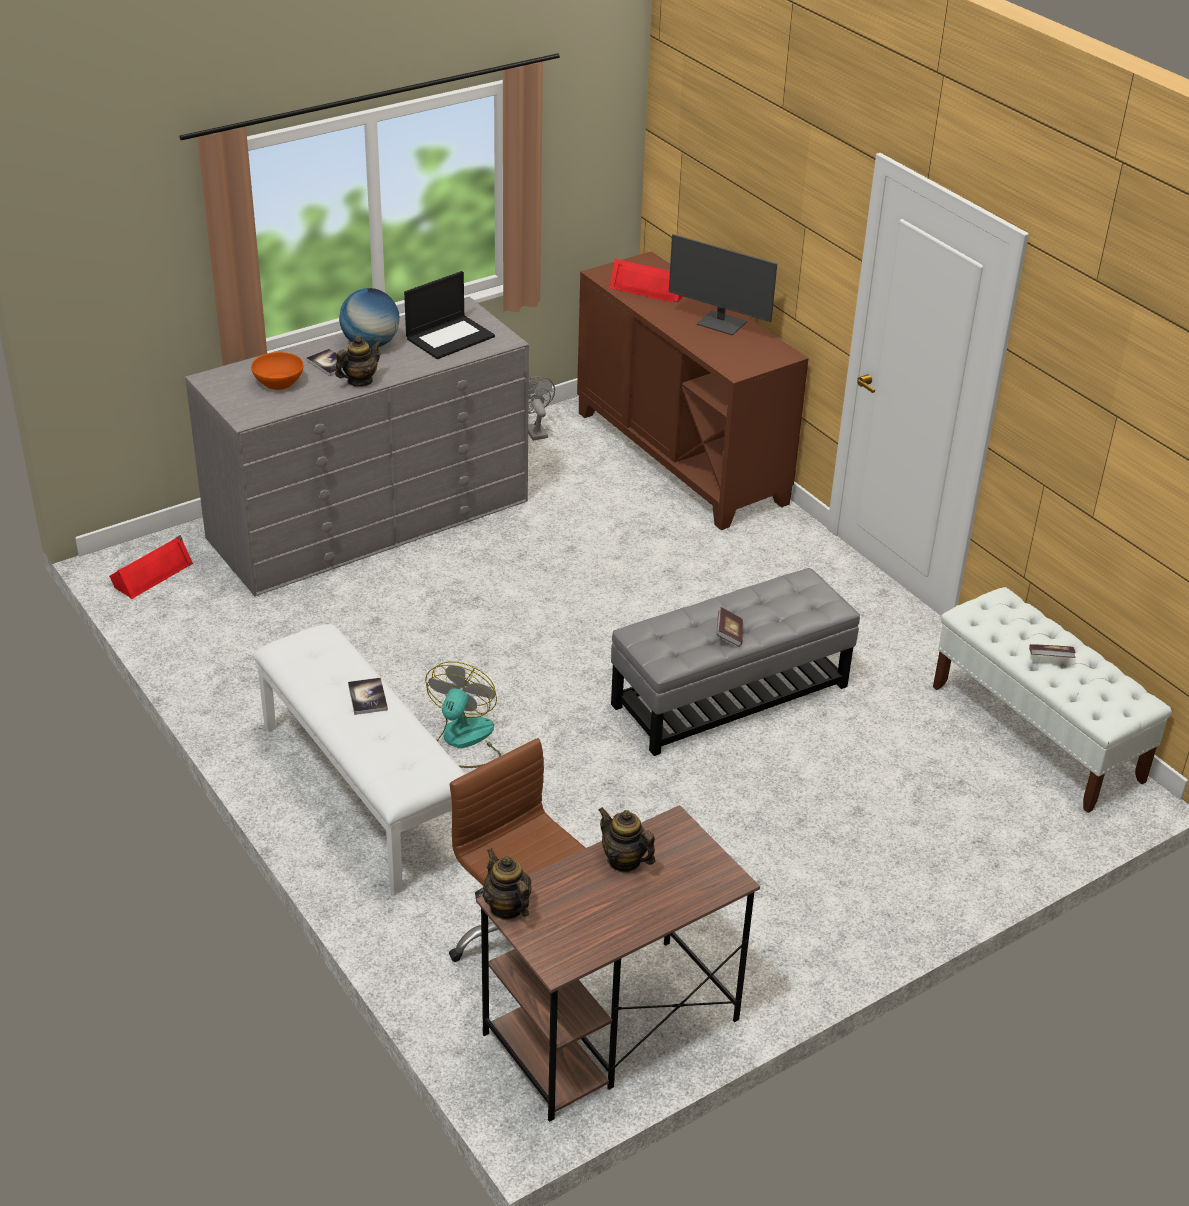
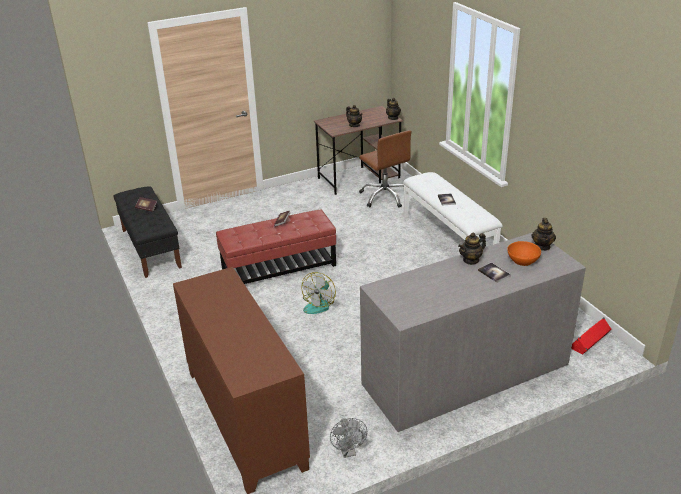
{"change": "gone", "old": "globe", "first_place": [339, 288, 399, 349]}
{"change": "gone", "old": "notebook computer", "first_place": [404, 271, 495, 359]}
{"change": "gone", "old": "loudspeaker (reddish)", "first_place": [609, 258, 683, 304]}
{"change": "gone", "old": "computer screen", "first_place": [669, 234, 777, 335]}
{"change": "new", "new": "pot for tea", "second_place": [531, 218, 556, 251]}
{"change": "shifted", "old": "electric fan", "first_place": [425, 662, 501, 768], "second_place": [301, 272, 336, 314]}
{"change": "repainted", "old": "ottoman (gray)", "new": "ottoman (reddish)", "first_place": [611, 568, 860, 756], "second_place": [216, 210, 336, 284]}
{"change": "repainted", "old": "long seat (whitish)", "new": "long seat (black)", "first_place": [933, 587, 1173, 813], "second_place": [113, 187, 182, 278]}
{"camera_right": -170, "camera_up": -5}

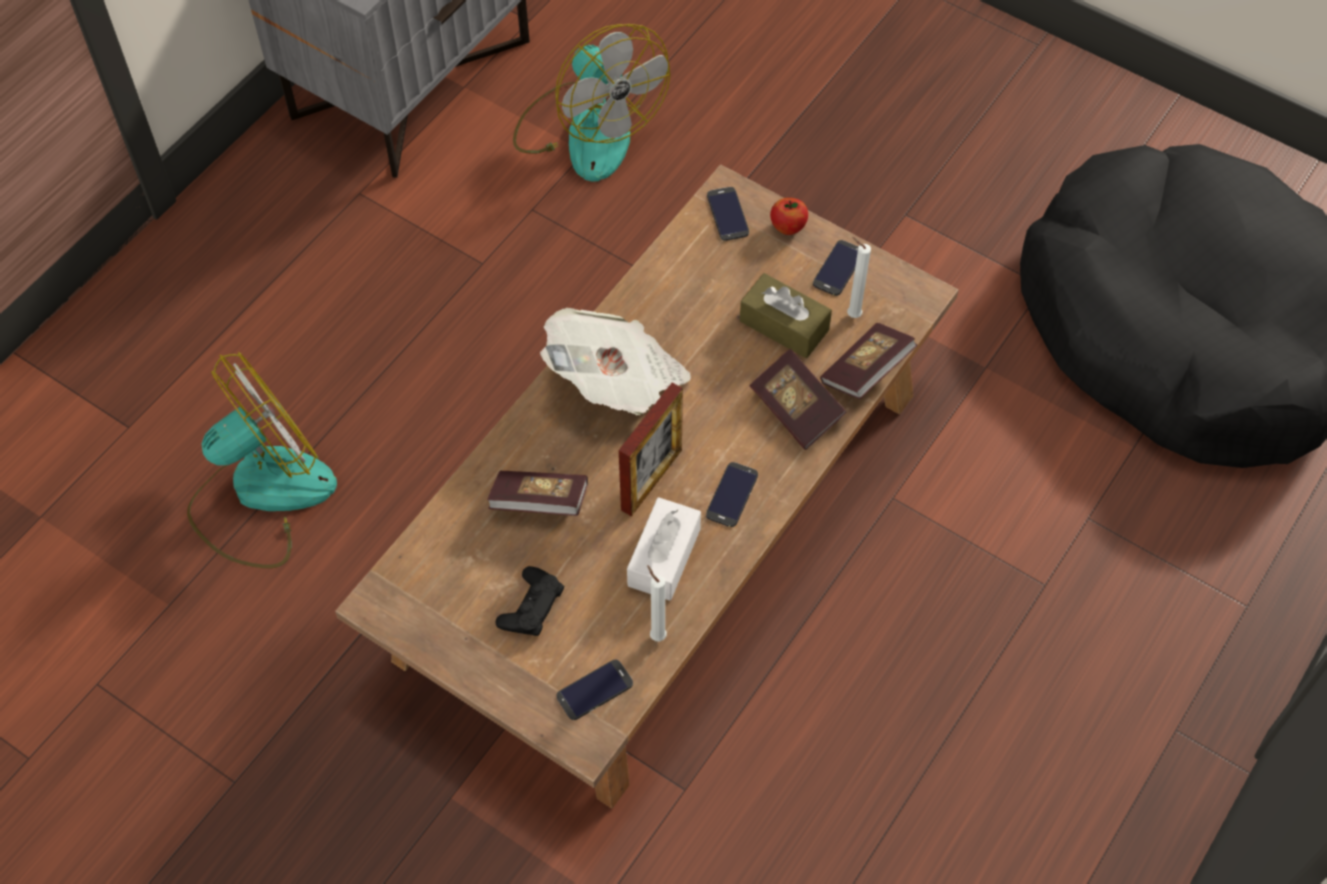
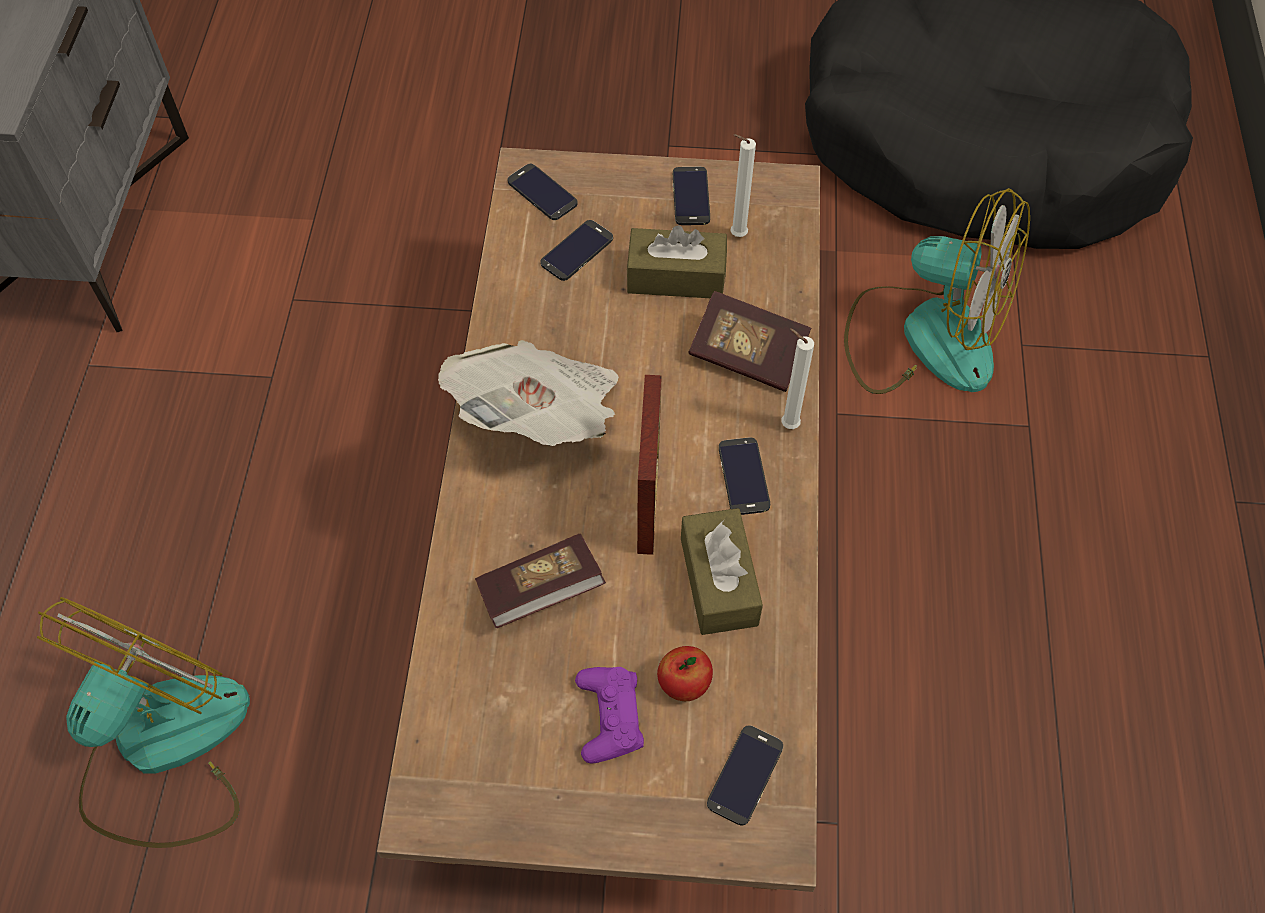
{"change": "gone", "old": "bound book", "first_place": [820, 323, 917, 399]}
{"change": "new", "new": "handset", "second_place": [540, 220, 613, 281]}
{"change": "shifted", "old": "electric fan", "first_place": [513, 24, 670, 182], "second_place": [844, 188, 1030, 394]}
{"change": "shifted", "old": "wax candle (whitish)", "first_place": [647, 565, 667, 642], "second_place": [781, 329, 814, 429]}
{"change": "shifted", "old": "apple fruit", "first_place": [770, 198, 808, 235], "second_place": [657, 646, 713, 701]}
{"change": "repainted", "old": "gamepad (black)", "new": "gamepad (purple)", "first_place": [496, 566, 564, 636], "second_place": [575, 667, 644, 763]}
{"change": "repainted", "old": "box of tissues (whitish)", "new": "box of tissues (brown-coloured)", "first_place": [627, 497, 701, 601], "second_place": [681, 508, 763, 635]}
{"camera_right": -30, "camera_up": 0}

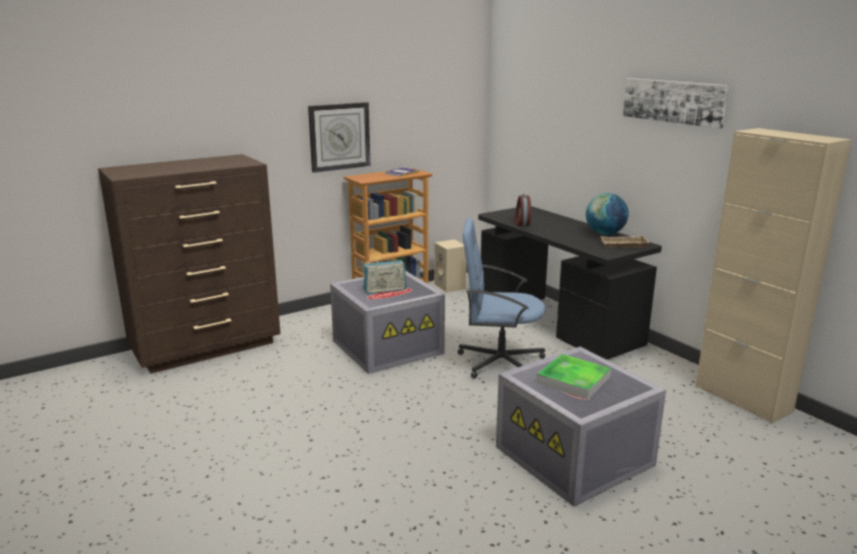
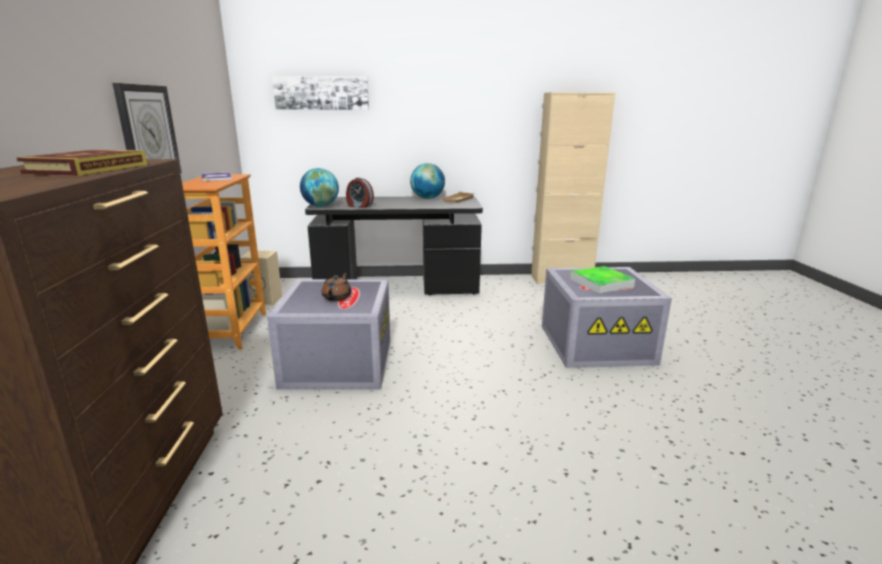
{"change": "gone", "old": "desk chair (bluish)", "first_place": [458, 218, 546, 379]}
{"change": "new", "new": "bound book", "second_place": [16, 150, 147, 176]}
{"change": "new", "new": "globe", "second_place": [300, 168, 339, 207]}
{"change": "shifted", "old": "picture", "first_place": [623, 78, 729, 129], "second_place": [272, 76, 369, 110]}
{"change": "swapped", "old": "radio set", "new": "pot for tea (brown-coloured)", "first_place": [363, 259, 407, 294], "second_place": [322, 273, 352, 301]}
{"camera_right": -60, "camera_up": 0}

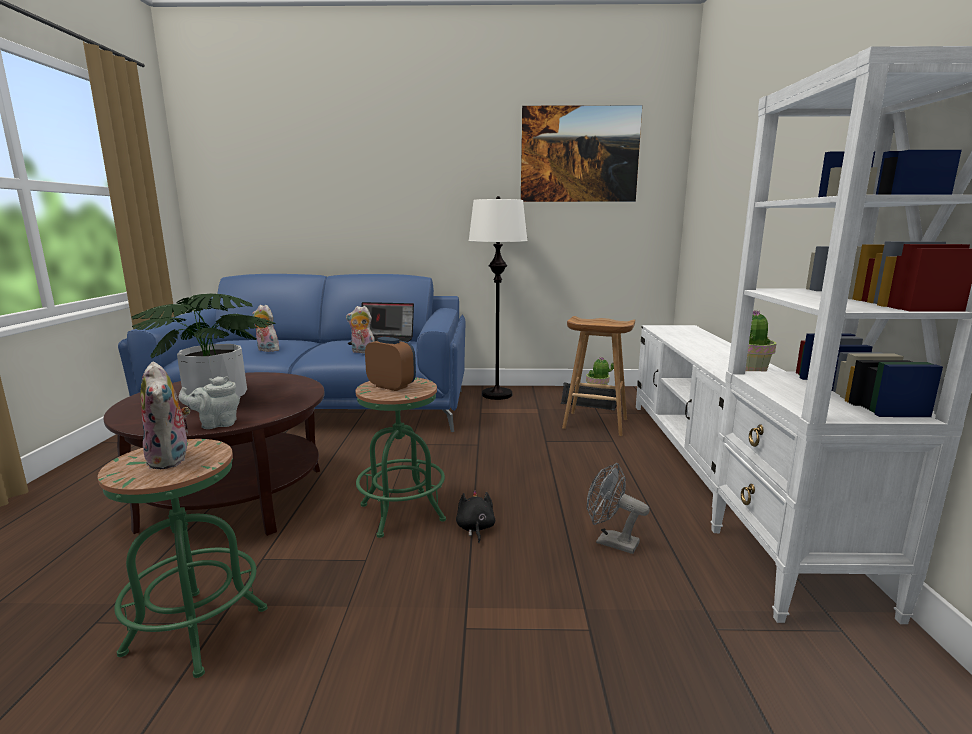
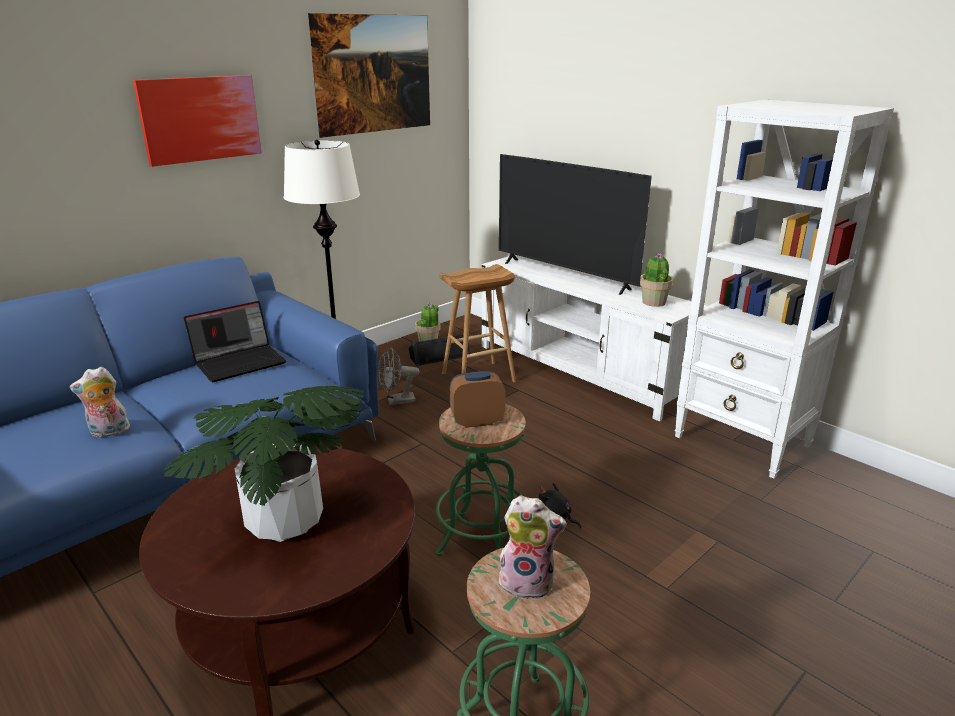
{"change": "gone", "old": "pot for tea (gray)", "first_place": [178, 376, 240, 429]}
{"change": "gone", "old": "plush toy", "first_place": [346, 306, 375, 353]}
{"change": "new", "new": "picture", "second_place": [133, 75, 262, 167]}
{"change": "new", "new": "television", "second_place": [499, 154, 652, 295]}
{"change": "shifted", "old": "electric fan (gray)", "first_place": [587, 463, 650, 554], "second_place": [378, 347, 420, 405]}
{"camera_right": -45, "camera_up": 10}

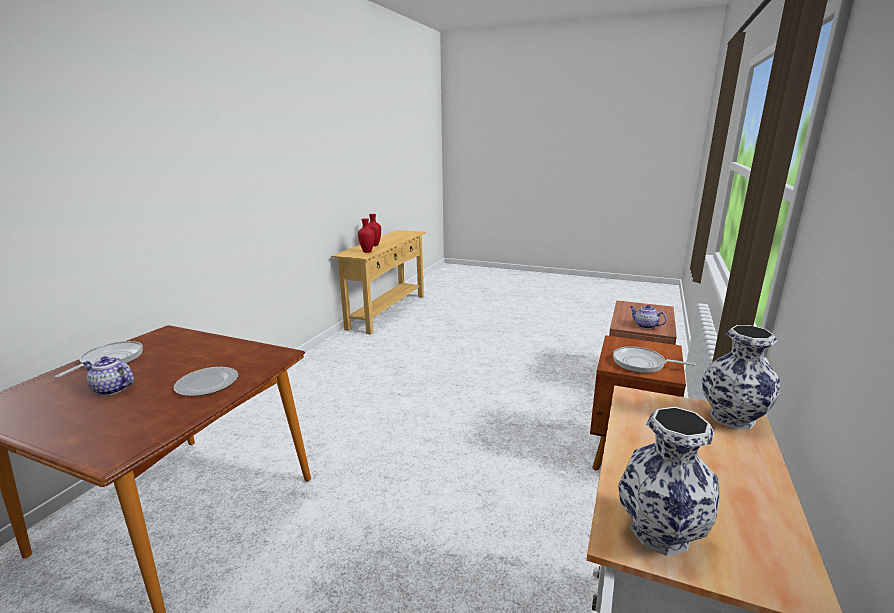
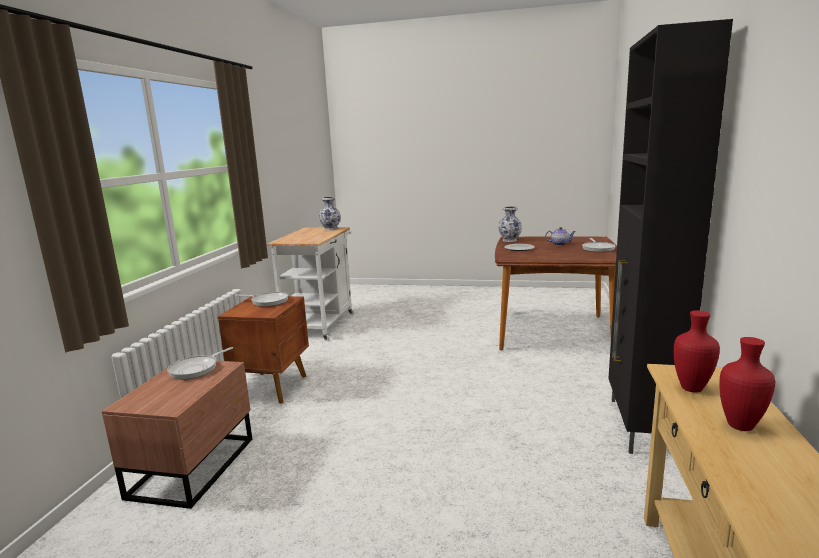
{"change": "new", "new": "cupboard (black)", "second_place": [608, 19, 733, 454]}
{"change": "shifted", "old": "decorative vase", "first_place": [702, 325, 780, 430], "second_place": [498, 206, 522, 242]}
{"change": "swapped", "old": "pot for tea", "new": "skillet", "first_place": [630, 305, 667, 329], "second_place": [167, 347, 233, 379]}
{"camera_right": 170, "camera_up": -5}

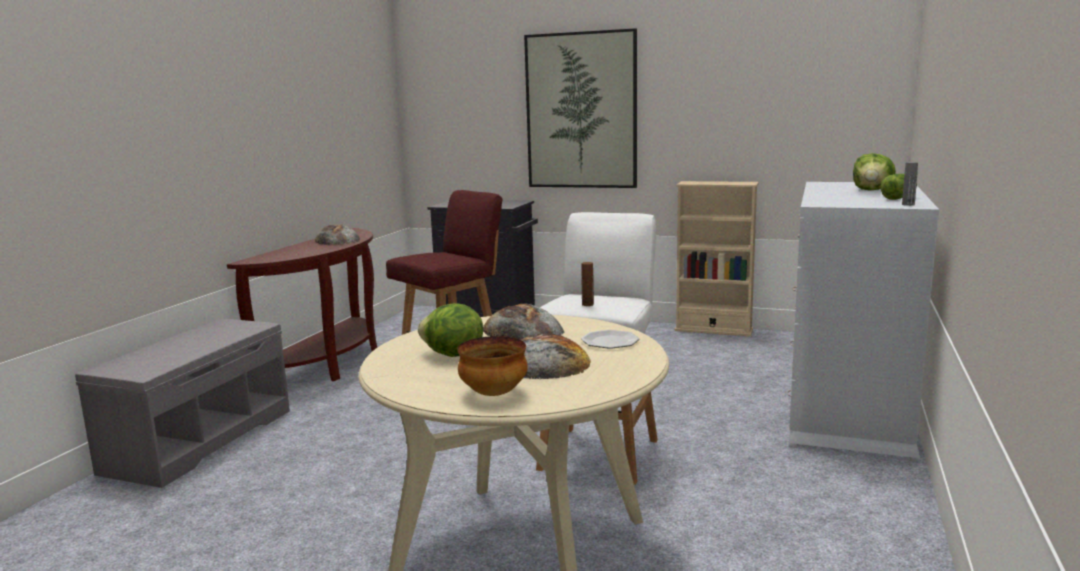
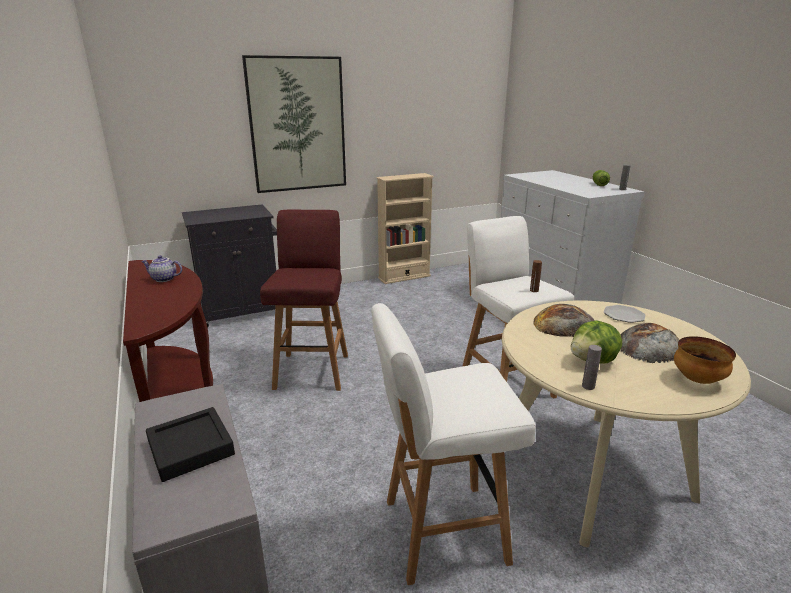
{"change": "gone", "old": "lettuce head", "first_place": [853, 153, 896, 191]}
{"change": "new", "new": "carrying tray (black)", "second_place": [146, 407, 235, 482]}
{"change": "new", "new": "stool seat (whitish)", "second_place": [371, 303, 536, 585]}
{"change": "new", "new": "drink bottle (gray)", "second_place": [582, 345, 602, 390]}
{"change": "swapped", "old": "bakery bread", "new": "pot for tea", "first_place": [315, 224, 360, 245], "second_place": [141, 255, 182, 282]}
{"camera_right": -45, "camera_up": 10}

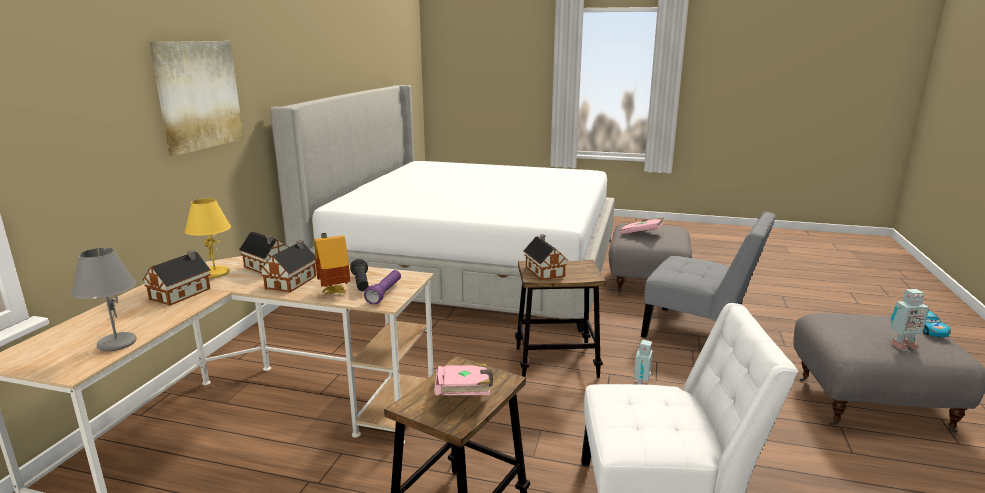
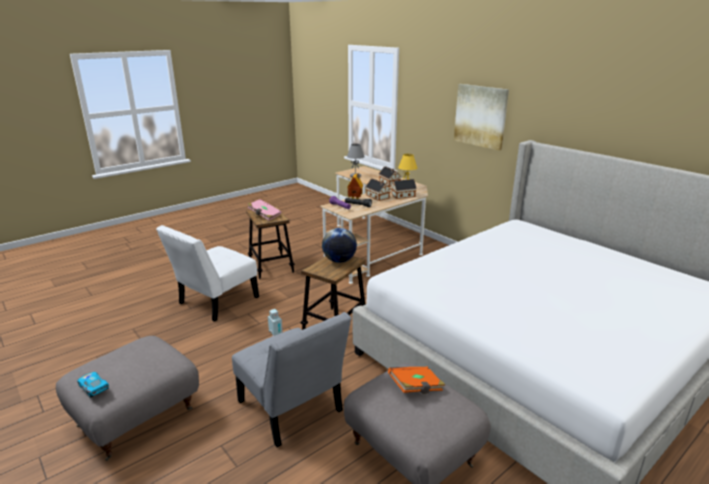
{"change": "gone", "old": "toy robot", "first_place": [890, 289, 929, 349]}
{"change": "swapped", "old": "toy house", "new": "globe", "first_place": [524, 234, 567, 280], "second_place": [322, 228, 357, 263]}
{"change": "repainted", "old": "bound book (pink-coloured)", "new": "bound book (orange)", "first_place": [620, 217, 664, 234], "second_place": [388, 367, 445, 394]}
{"change": "rotated", "old": "plain chair (gray)", "first_place": [641, 212, 776, 338], "second_place": [232, 312, 351, 448], "degrees": -105}
{"camera_right": 125, "camera_up": 5}

